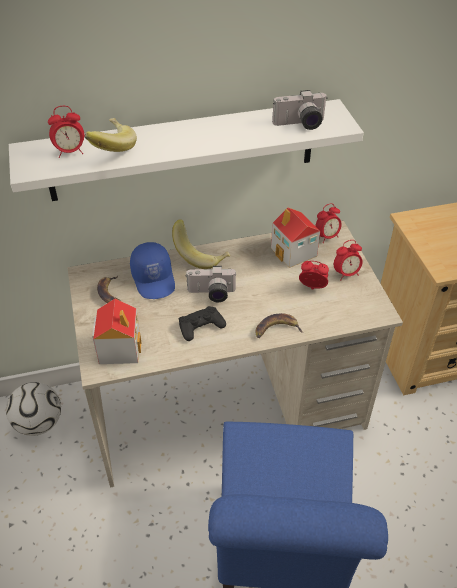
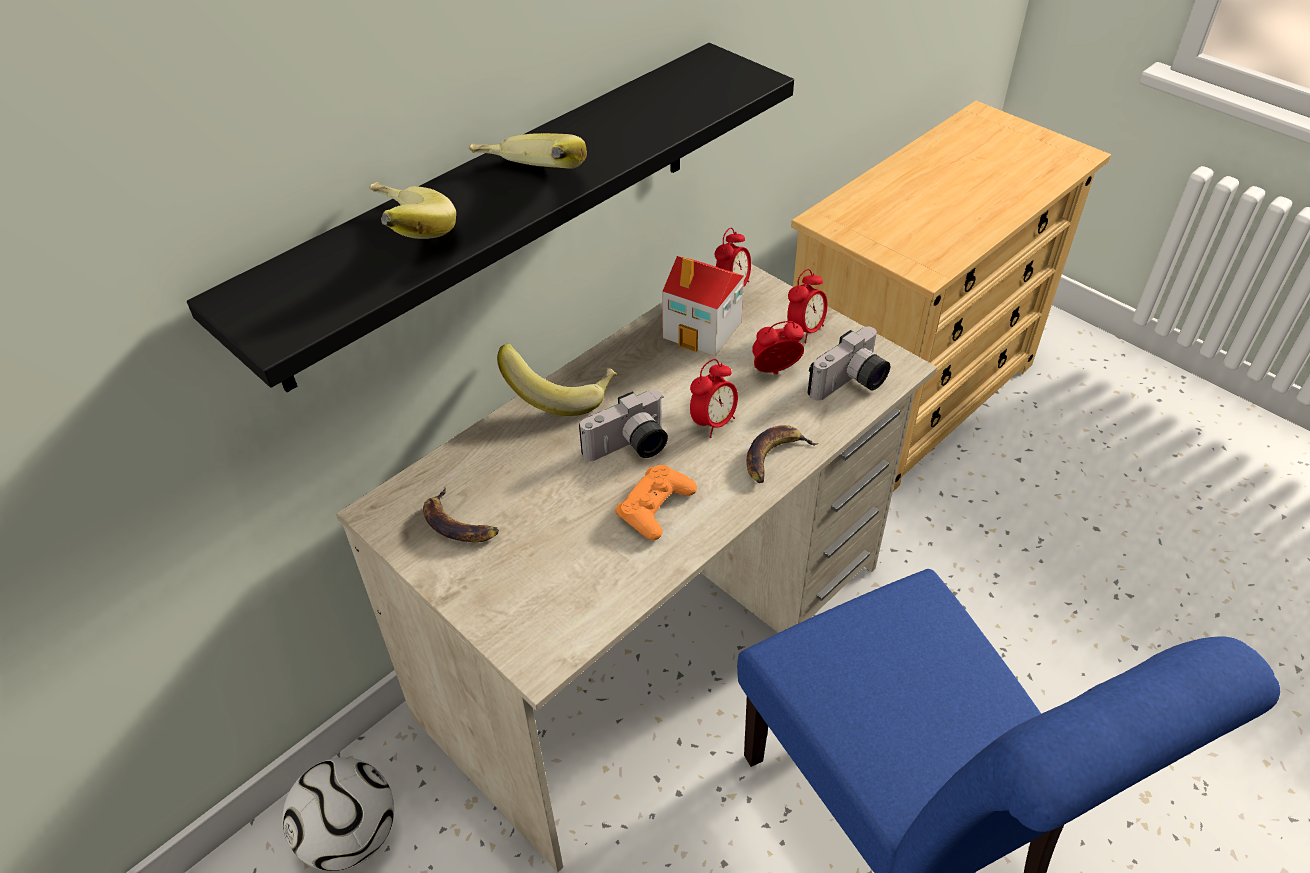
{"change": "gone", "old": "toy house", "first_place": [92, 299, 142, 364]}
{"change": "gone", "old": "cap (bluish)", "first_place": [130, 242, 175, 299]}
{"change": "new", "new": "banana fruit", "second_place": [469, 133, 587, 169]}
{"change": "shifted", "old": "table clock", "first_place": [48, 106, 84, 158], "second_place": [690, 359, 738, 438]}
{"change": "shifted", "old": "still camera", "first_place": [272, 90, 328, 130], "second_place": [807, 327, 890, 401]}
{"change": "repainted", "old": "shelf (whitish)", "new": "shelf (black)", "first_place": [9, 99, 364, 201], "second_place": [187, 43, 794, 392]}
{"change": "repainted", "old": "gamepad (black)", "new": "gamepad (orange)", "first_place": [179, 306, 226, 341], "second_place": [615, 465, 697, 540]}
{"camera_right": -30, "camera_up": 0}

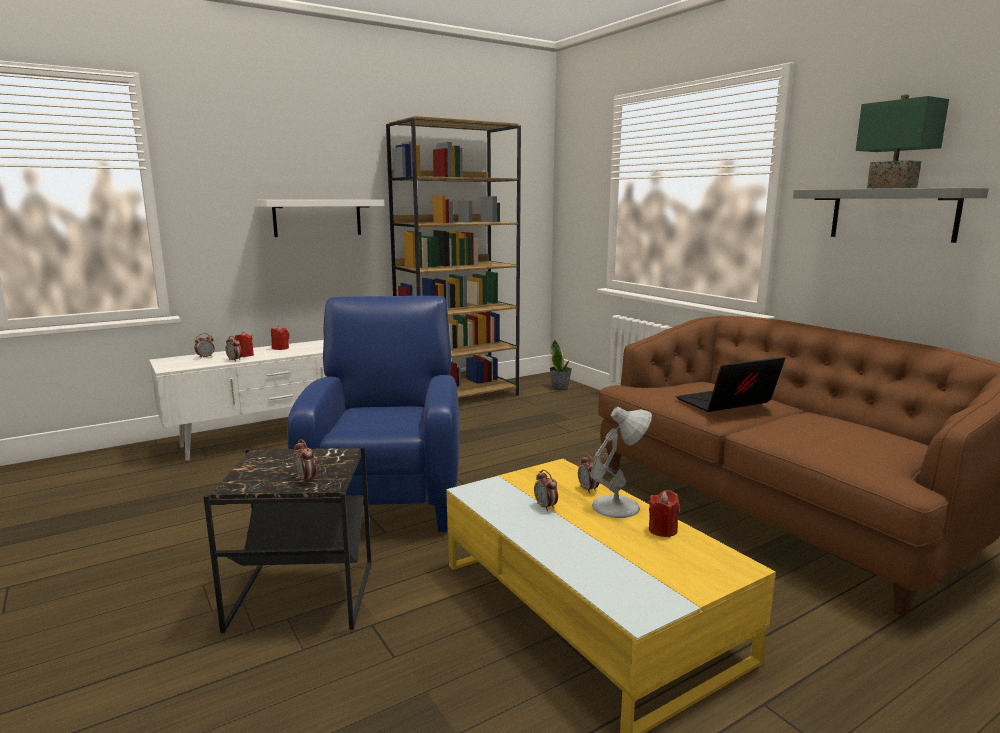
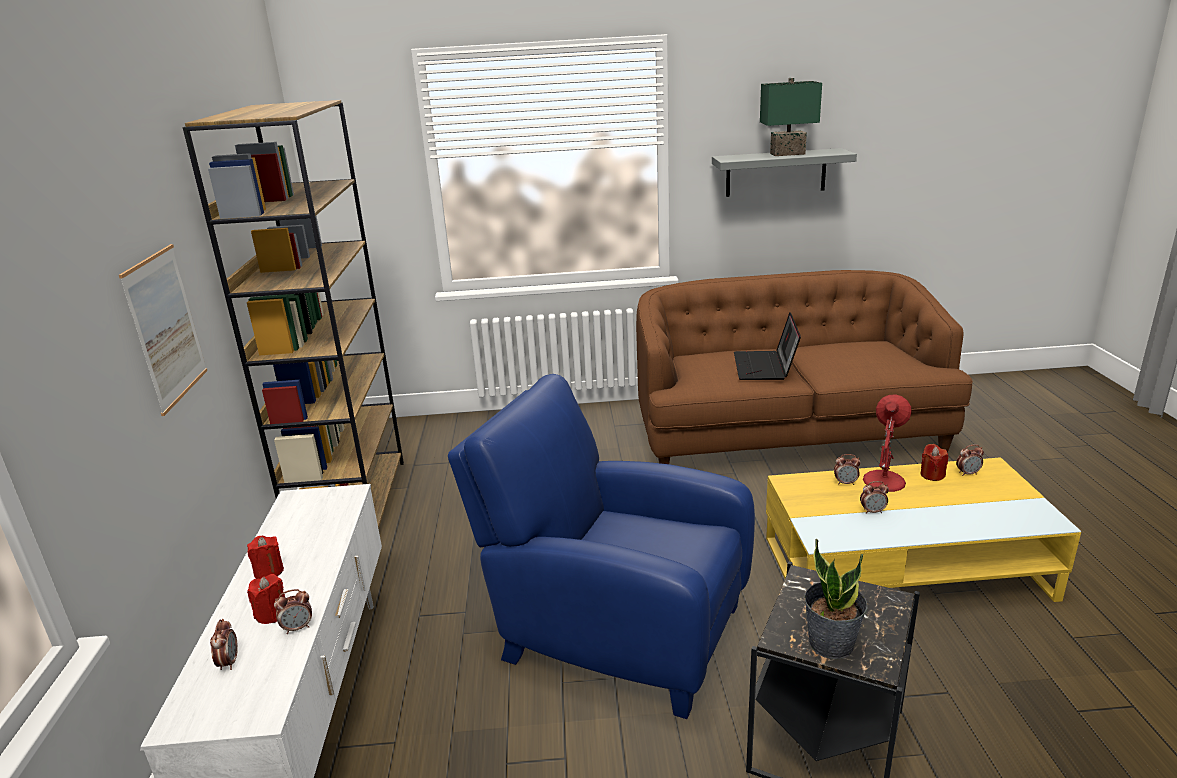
{"change": "shifted", "old": "table clock", "first_place": [293, 439, 316, 484], "second_place": [956, 444, 984, 476]}
{"change": "shifted", "old": "potted plant", "first_place": [550, 339, 572, 391], "second_place": [804, 538, 868, 659]}
{"change": "swapped", "old": "shelf (whitish)", "new": "picture", "first_place": [257, 200, 384, 237], "second_place": [119, 244, 207, 416]}
{"change": "repainted", "old": "tabletop lamp (whitish)", "new": "tabletop lamp (reddish)", "first_place": [590, 407, 652, 518], "second_place": [863, 394, 912, 492]}
{"camera_right": -60, "camera_up": 10}

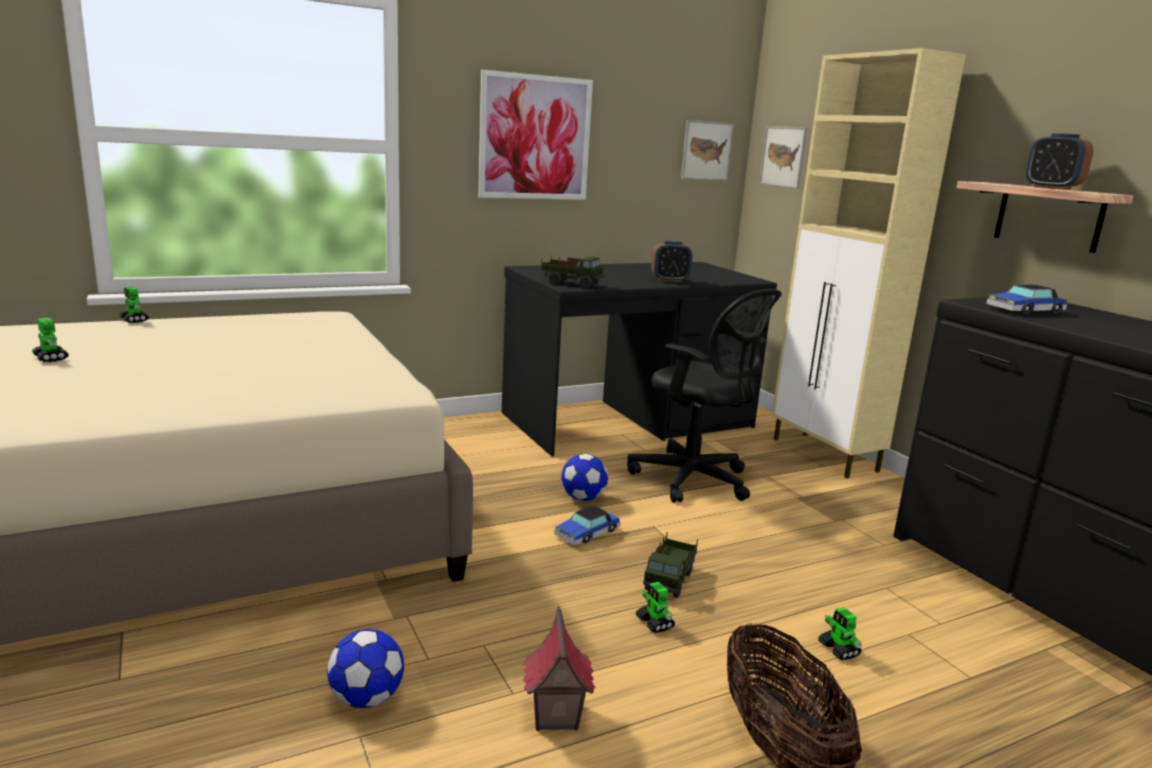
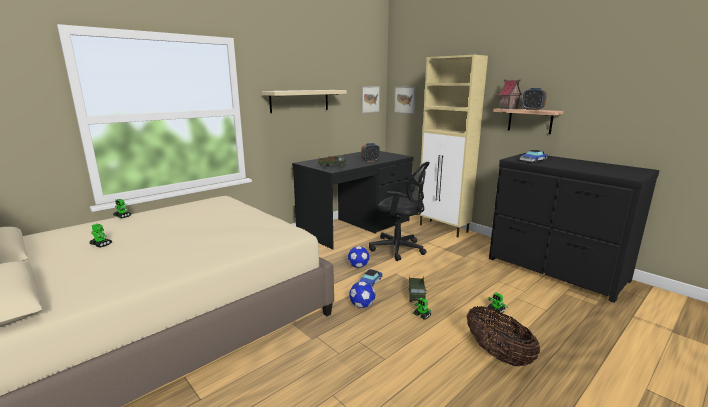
{"change": "shifted", "old": "football ball", "first_place": [327, 629, 404, 708], "second_place": [349, 281, 375, 308]}
{"change": "shifted", "old": "toy house", "first_place": [523, 605, 595, 731], "second_place": [498, 79, 523, 109]}
{"change": "swapped", "old": "picture", "new": "shelf (sand-coloured)", "first_place": [478, 70, 593, 200], "second_place": [262, 90, 347, 113]}
{"camera_right": -15, "camera_up": 0}

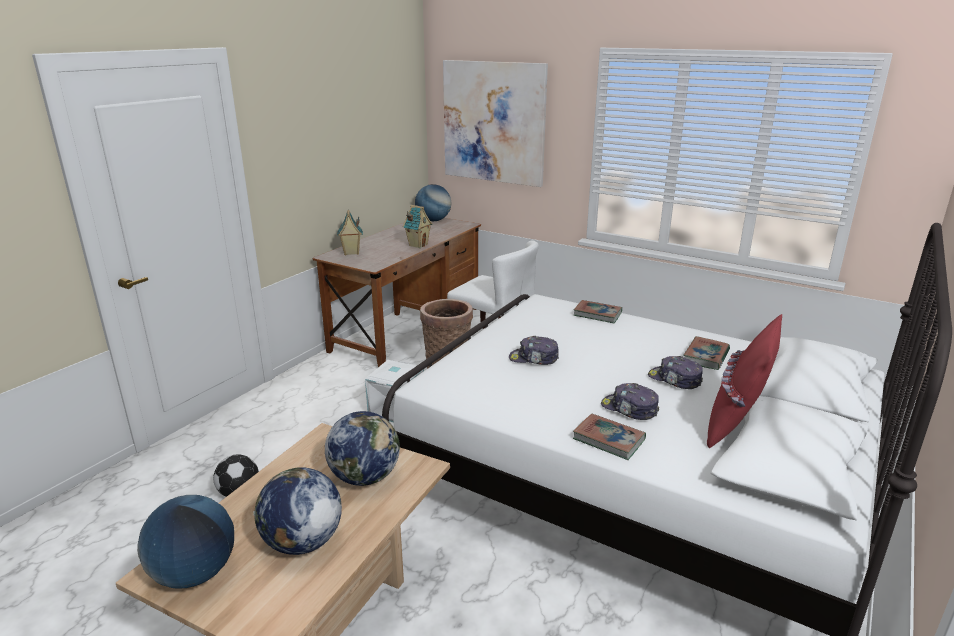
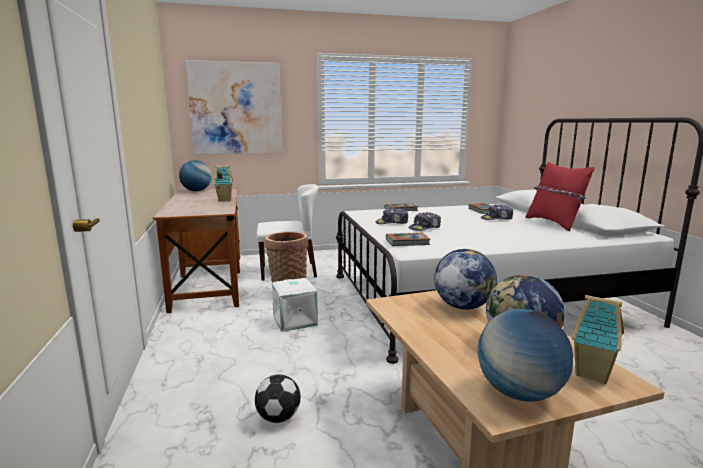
{"change": "shifted", "old": "toy house", "first_place": [337, 210, 363, 255], "second_place": [572, 295, 624, 384]}
{"change": "shifted", "old": "bound book", "first_place": [573, 414, 646, 460], "second_place": [386, 233, 430, 246]}
{"change": "shifted", "old": "cap", "first_place": [601, 383, 659, 420], "second_place": [375, 208, 408, 224]}
{"camera_right": -45, "camera_up": -10}

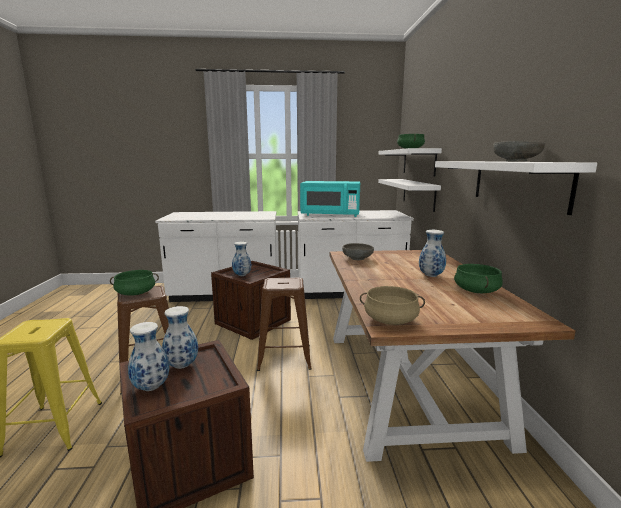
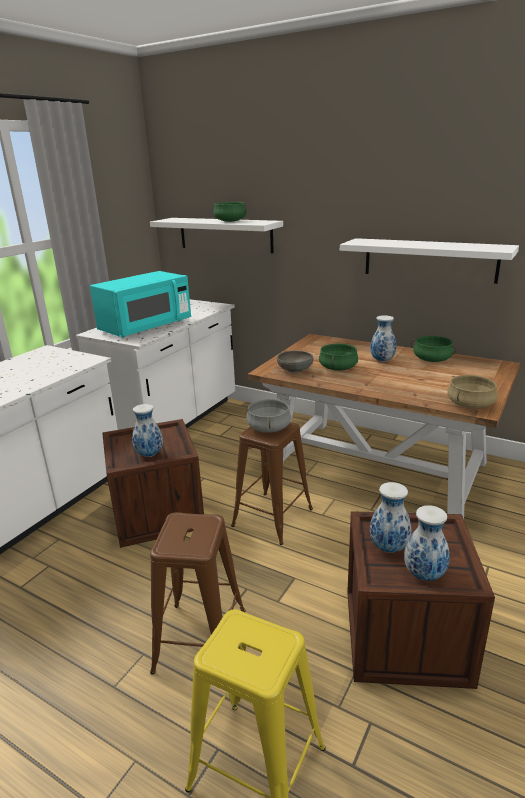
{"change": "gone", "old": "shelf (whitish)", "first_place": [378, 179, 441, 212]}
{"change": "gone", "old": "serving bowl (gray)", "first_place": [493, 141, 545, 162]}
{"change": "new", "new": "stockpot (gray)", "second_place": [246, 399, 291, 433]}
{"change": "shifted", "old": "stockpot (green)", "first_place": [110, 270, 159, 296], "second_place": [319, 343, 358, 371]}
{"camera_right": -55, "camera_up": 10}

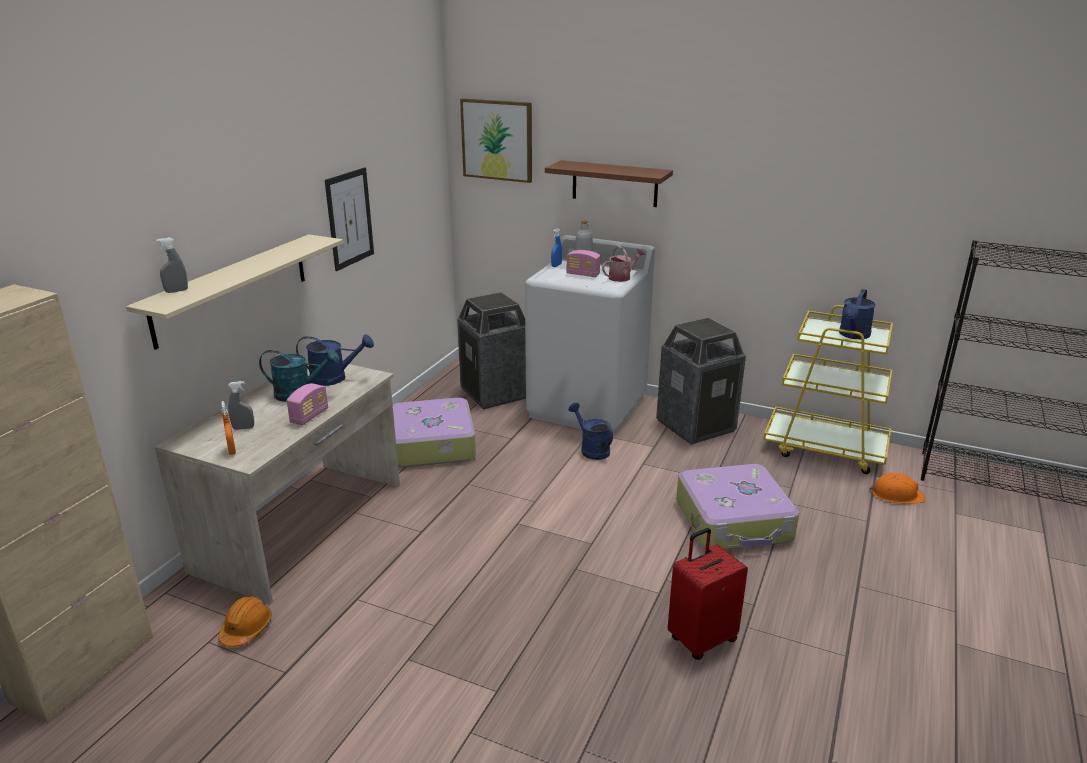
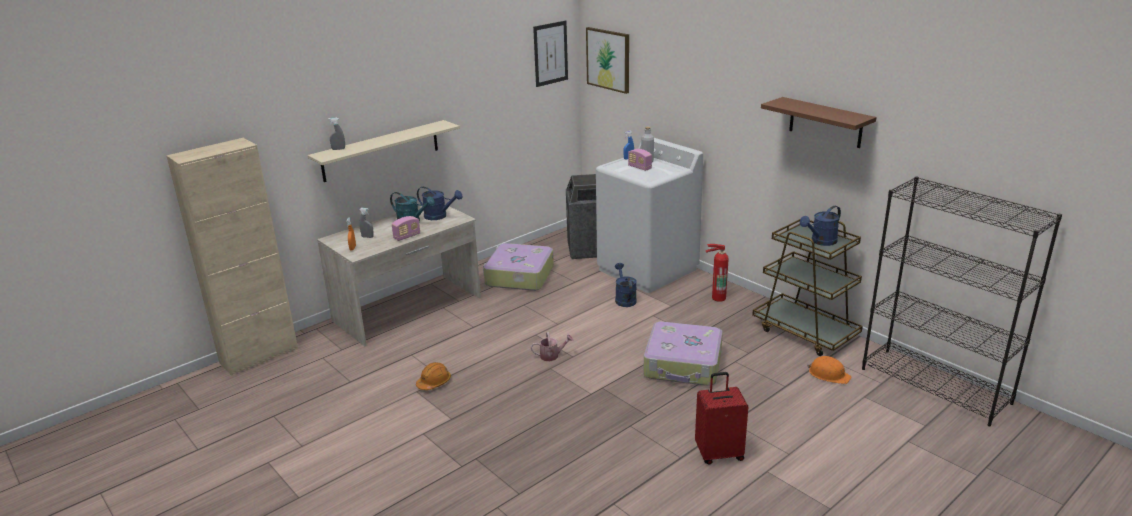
{"change": "shifted", "old": "work helmet (orange)", "first_place": [218, 597, 272, 647], "second_place": [416, 362, 451, 390]}
{"change": "shifted", "old": "picture", "first_place": [325, 167, 374, 271], "second_place": [533, 21, 568, 87]}
{"change": "shifted", "old": "shelf (brown-coloured)", "first_place": [545, 160, 673, 207], "second_place": [761, 97, 877, 148]}
{"change": "shifted", "old": "watering pot", "first_place": [602, 246, 645, 282], "second_place": [531, 332, 573, 361]}
{"change": "shifted", "old": "travel case (reddish)", "first_place": [668, 528, 748, 660], "second_place": [695, 372, 748, 464]}
{"change": "swapped", "old": "rubbish bin", "new": "fire extinguisher", "first_place": [656, 318, 746, 445], "second_place": [706, 244, 729, 302]}
{"change": "repainted", "old": "cart (yellowish)", "new": "cart (brown-coloured)", "first_place": [763, 305, 893, 474], "second_place": [752, 219, 863, 356]}
{"camera_right": 25, "camera_up": 0}

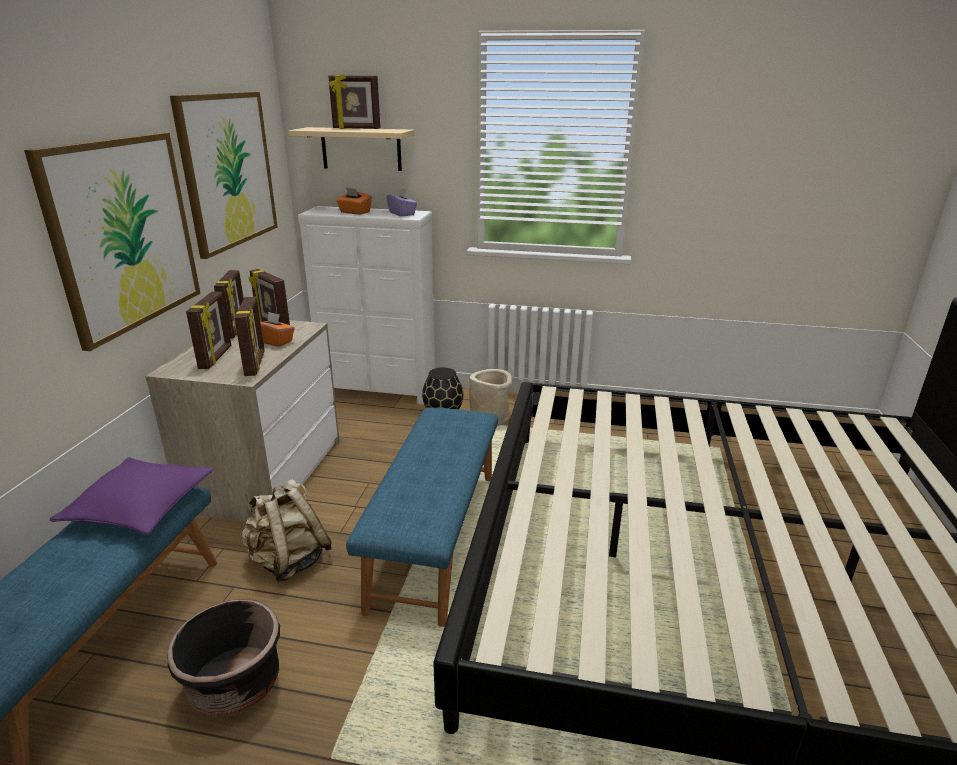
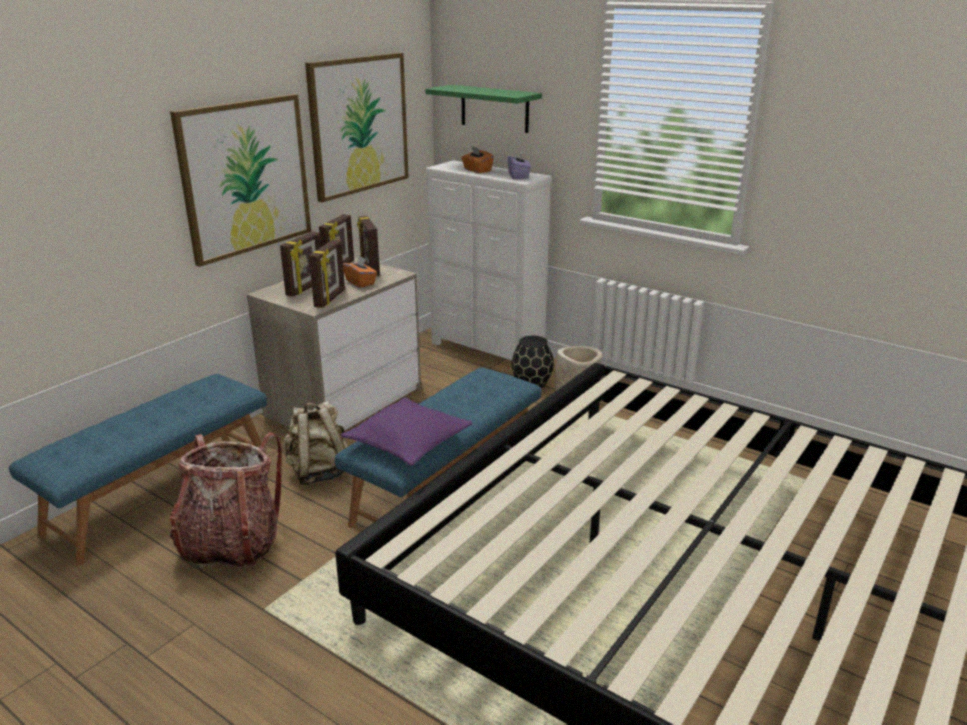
{"change": "gone", "old": "picture frame", "first_place": [328, 73, 380, 129]}
{"change": "shifted", "old": "throw pillow (purple)", "first_place": [50, 458, 214, 534], "second_place": [341, 397, 473, 466]}
{"change": "swapped", "old": "planter (black)", "new": "rucksack", "first_place": [167, 599, 280, 718], "second_place": [170, 432, 282, 569]}
{"change": "repainted", "old": "shelf (sand-coloured)", "new": "shelf (green)", "first_place": [288, 127, 414, 171], "second_place": [425, 85, 542, 133]}
{"camera_right": 25, "camera_up": 0}

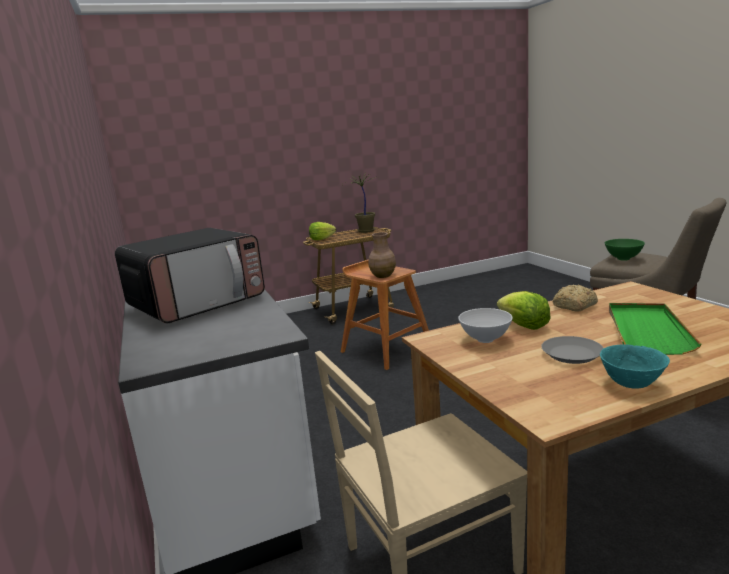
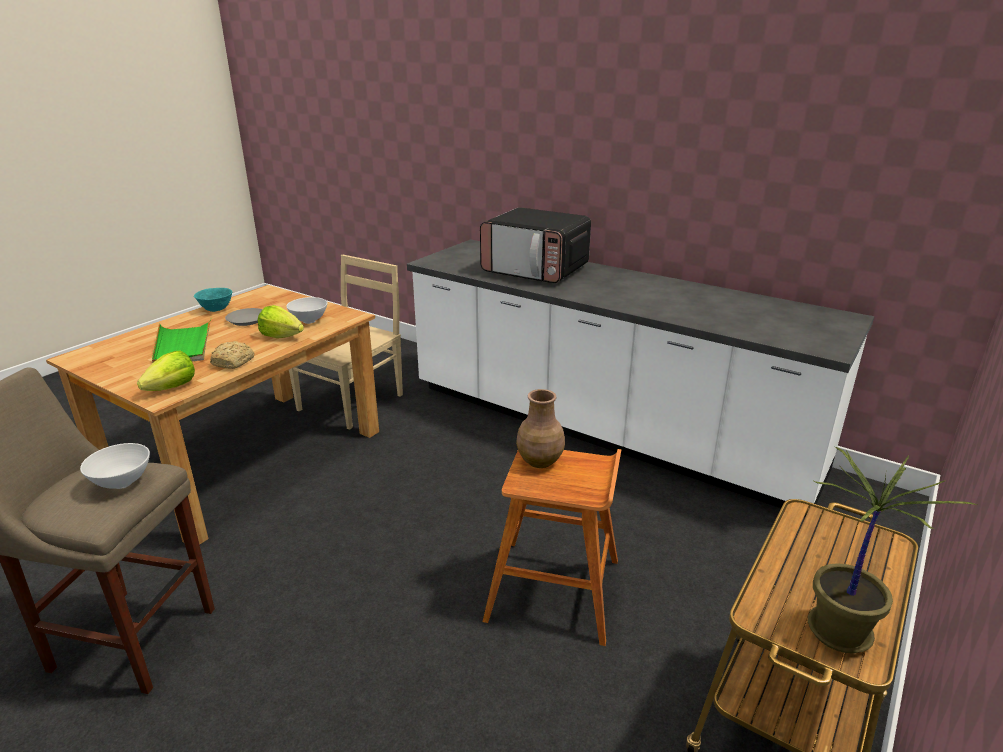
{"change": "shifted", "old": "lettuce head", "first_place": [309, 222, 336, 240], "second_place": [137, 351, 195, 391]}
{"change": "repainted", "old": "serving bowl (green)", "new": "serving bowl (whitish)", "first_place": [605, 239, 645, 261], "second_place": [80, 443, 150, 489]}
{"change": "rotated", "old": "microwave oven", "first_place": [115, 228, 265, 323], "second_place": [480, 207, 591, 283], "degrees": -75}
{"camera_right": 145, "camera_up": 10}

